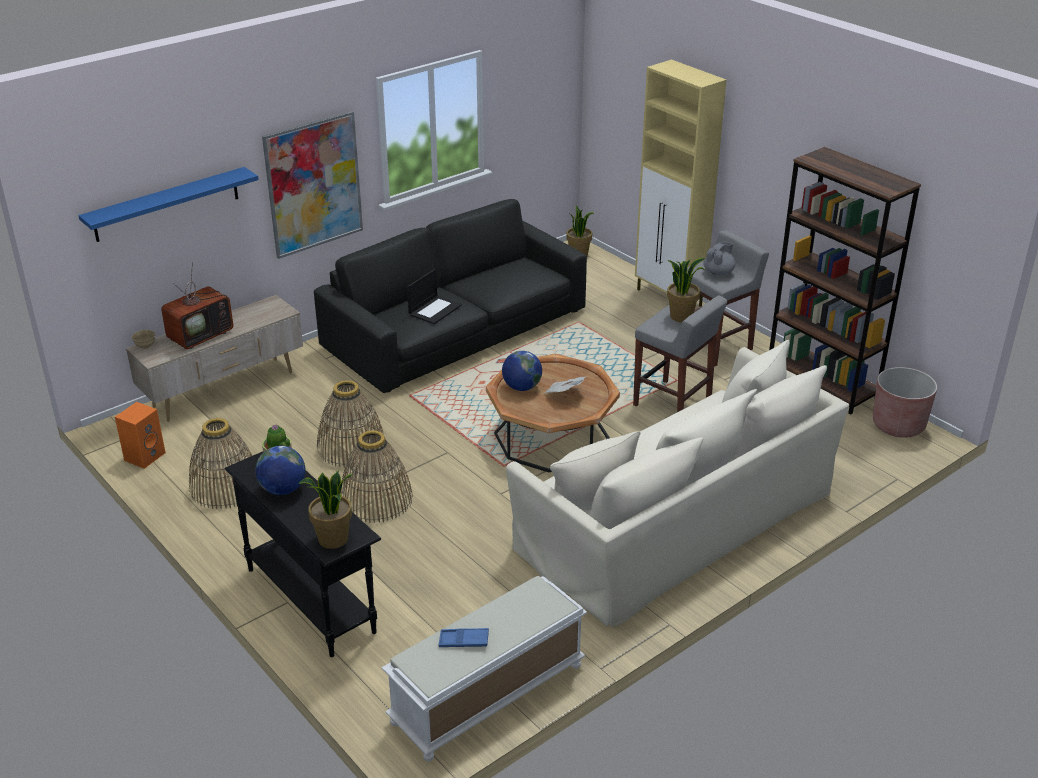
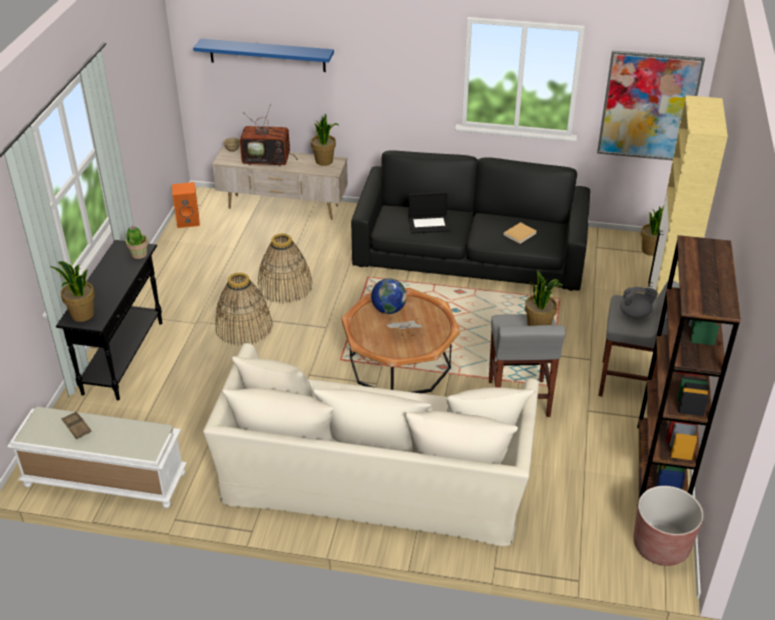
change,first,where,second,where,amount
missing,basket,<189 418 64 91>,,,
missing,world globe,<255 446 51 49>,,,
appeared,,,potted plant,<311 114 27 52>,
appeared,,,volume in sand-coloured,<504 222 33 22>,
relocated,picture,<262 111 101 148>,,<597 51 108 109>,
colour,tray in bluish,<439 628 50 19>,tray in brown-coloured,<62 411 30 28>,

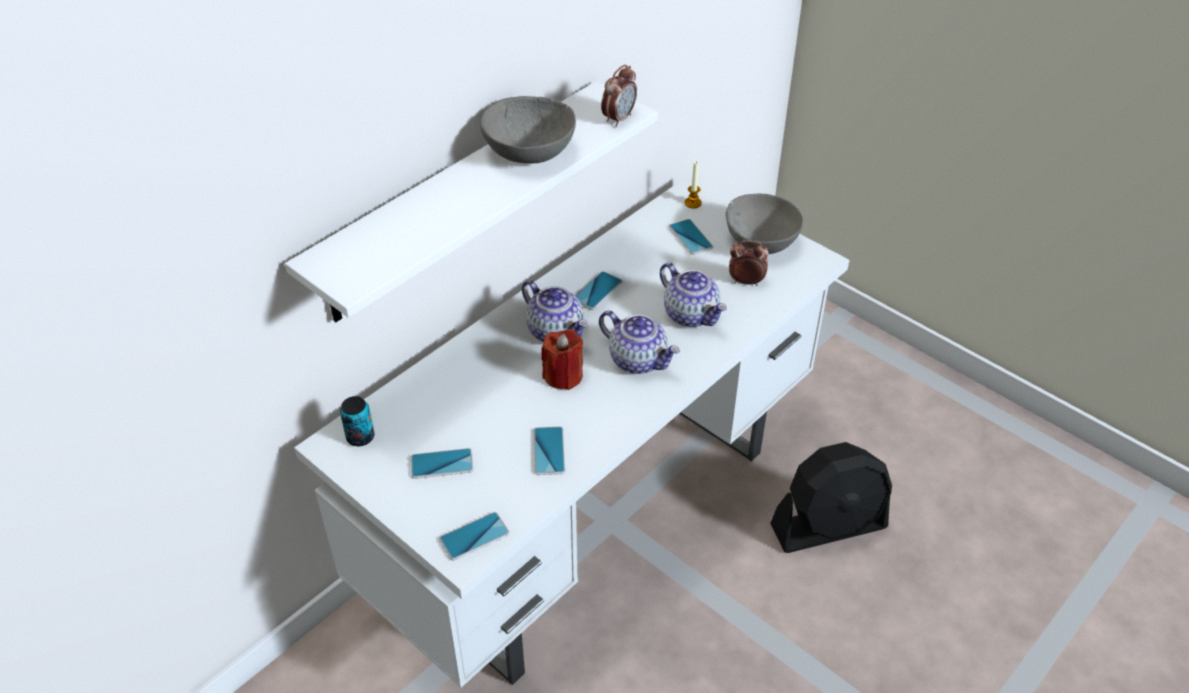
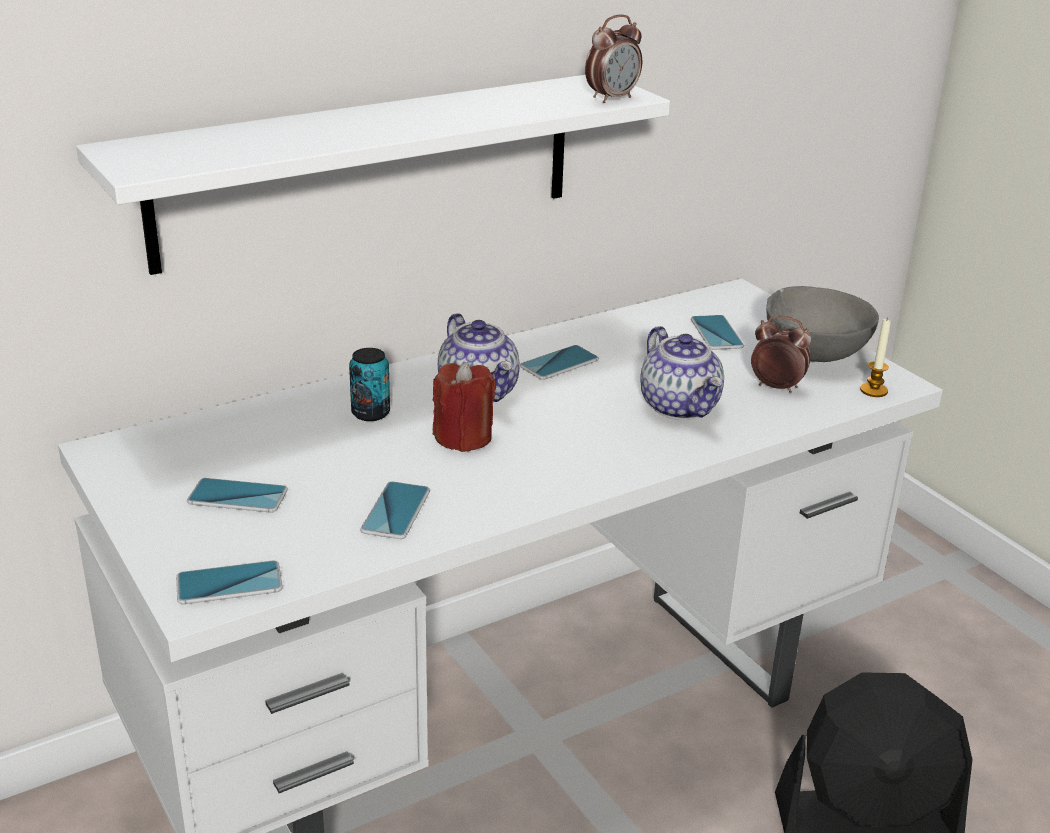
change,first,where,second,where,amount
missing,serving bowl in gray,<480 96 96 68>,,,
missing,tea pot,<599 310 81 64>,,,
relocated,sealed can,<340 396 35 50>,,<349 348 41 73>,
relocated,candle,<685 162 17 46>,,<860 317 31 80>,

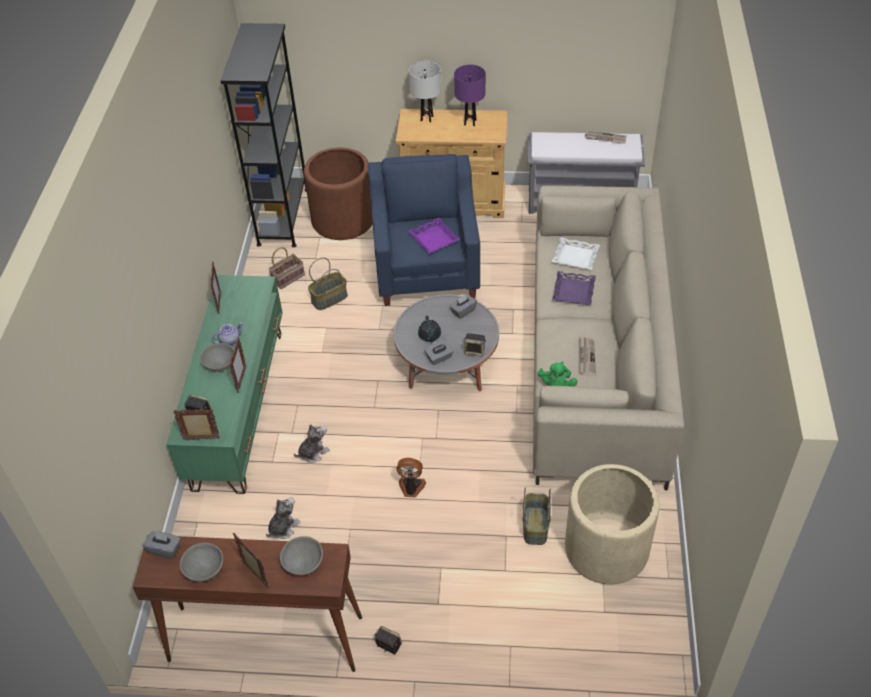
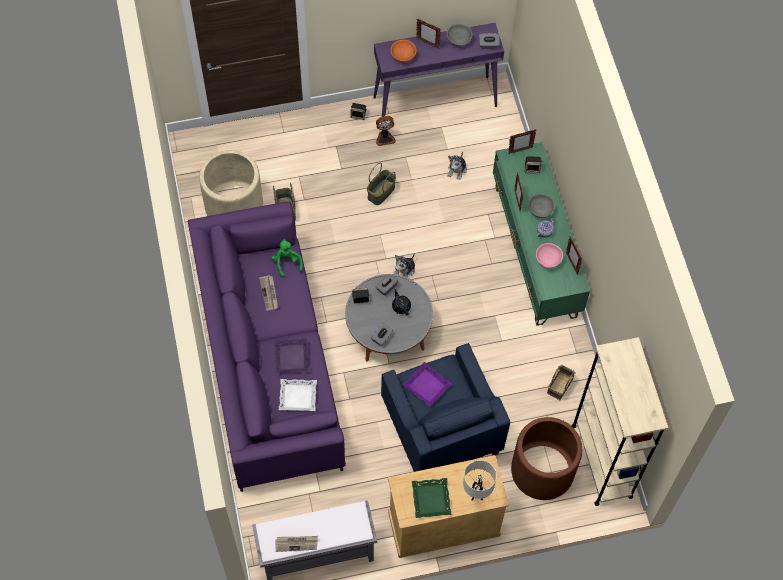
change,first,where,second,where,amount
appeared,,,serving bowl in pink-coloured,<536 243 27 25>,
relocated,soft toy,<294 424 36 39>,,<393 253 22 25>,
relocated,basket,<308 257 40 53>,,<367 163 29 42>,
relocated,electric fan,<397 458 29 39>,,<376 116 20 30>,
exchanged,tabletop lamp in purplish,<454 65 32 61>,tray in green-coloured,<412 478 39 40>,
colour,narrow table in brown-coloured,<132 535 230 137>,narrow table in purplish,<373 23 131 100>,
colour,bookcase in black,<220 23 87 224>,bookcase in sand-coloured,<571 337 98 169>,
colour,serving bowl in gray,<280 536 43 40>,serving bowl in orange,<391 40 26 22>,
colour,couch in sand-coloured,<533 186 151 304>,couch in purplish,<188 202 158 290>,

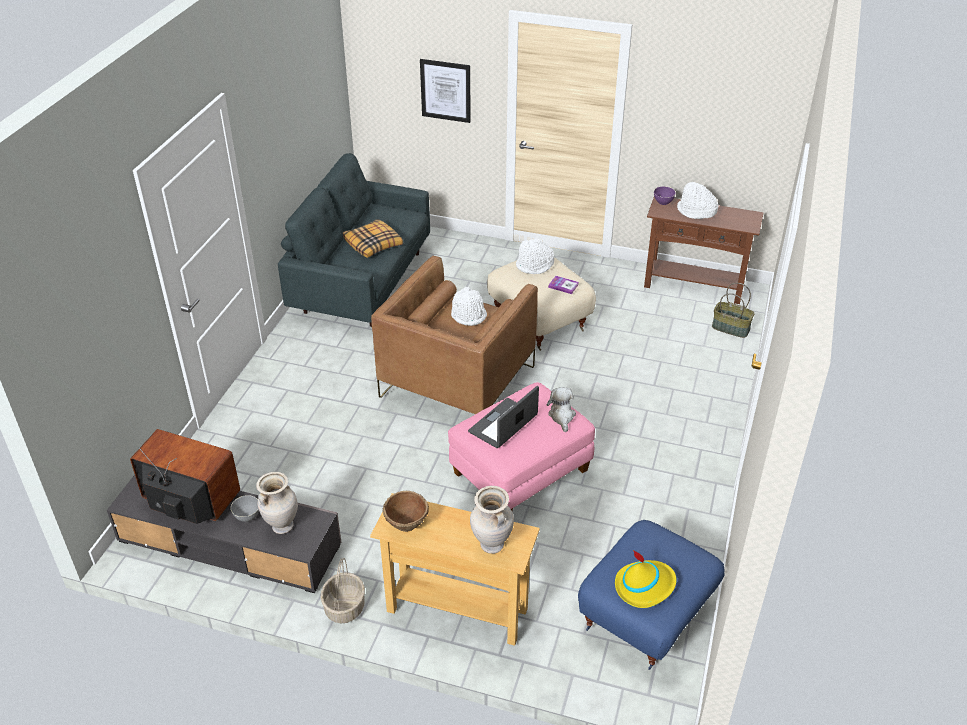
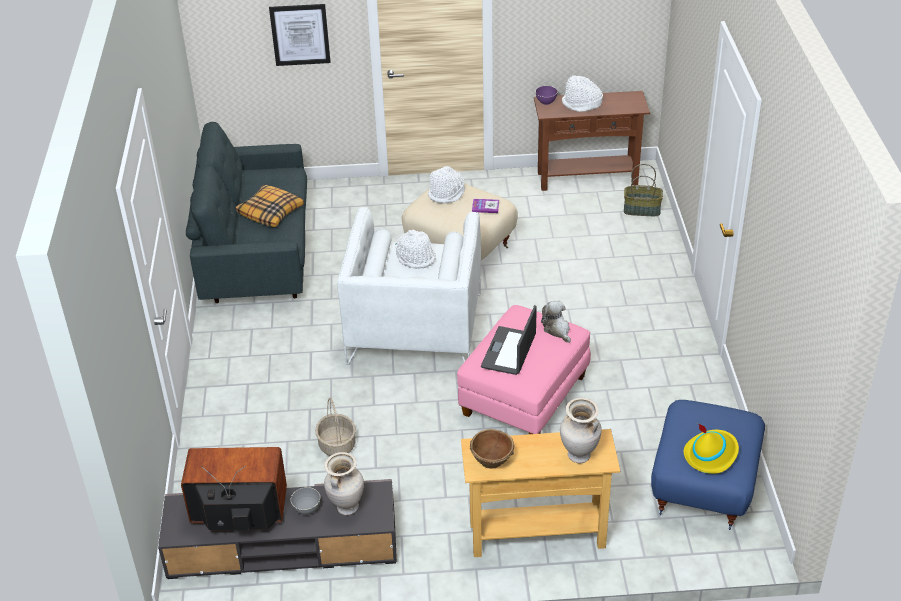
change,first,where,second,where,amount
relocated,basket,<321 558 44 65>,,<315 398 41 58>,
colour,easy chair in brown-coloured,<371 256 167 158>,easy chair in white,<337 207 144 158>,

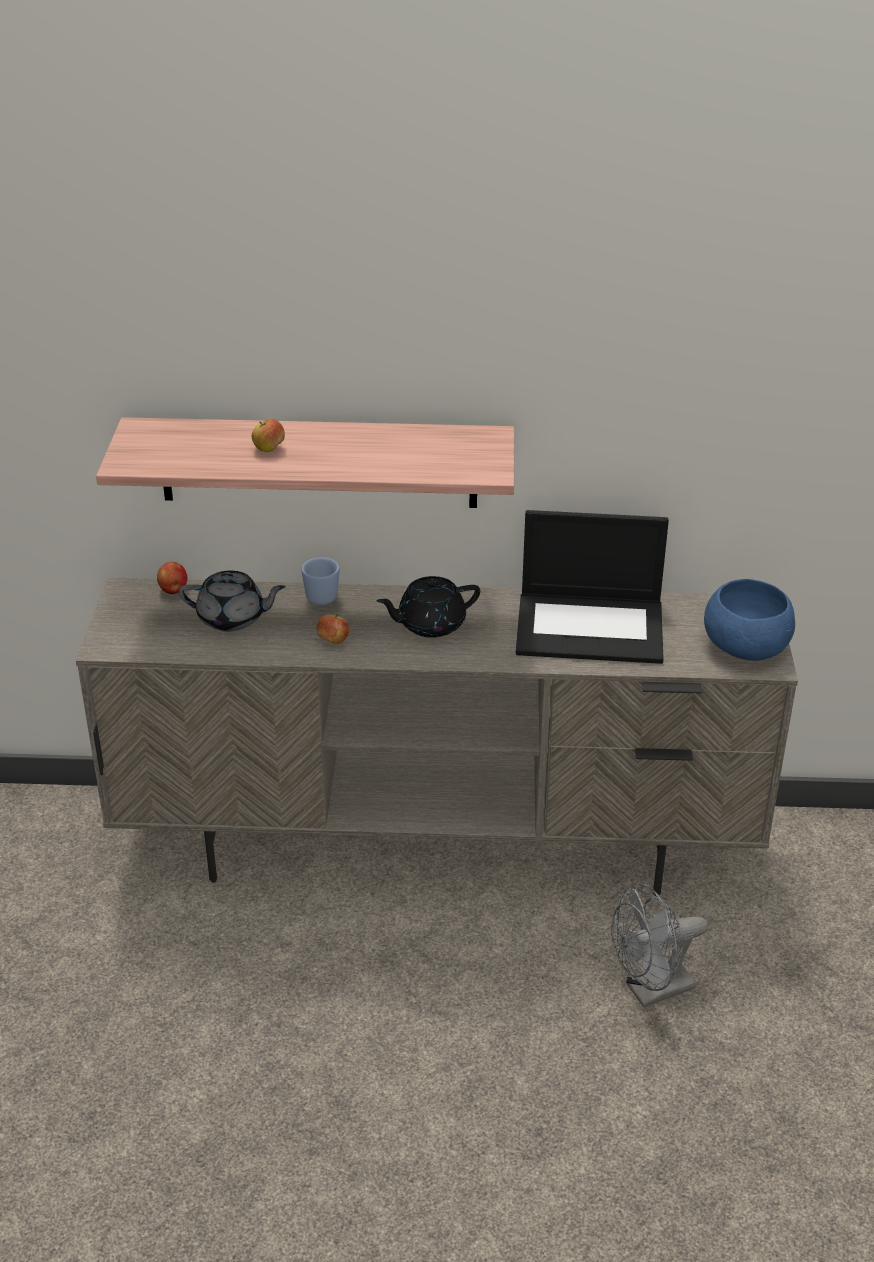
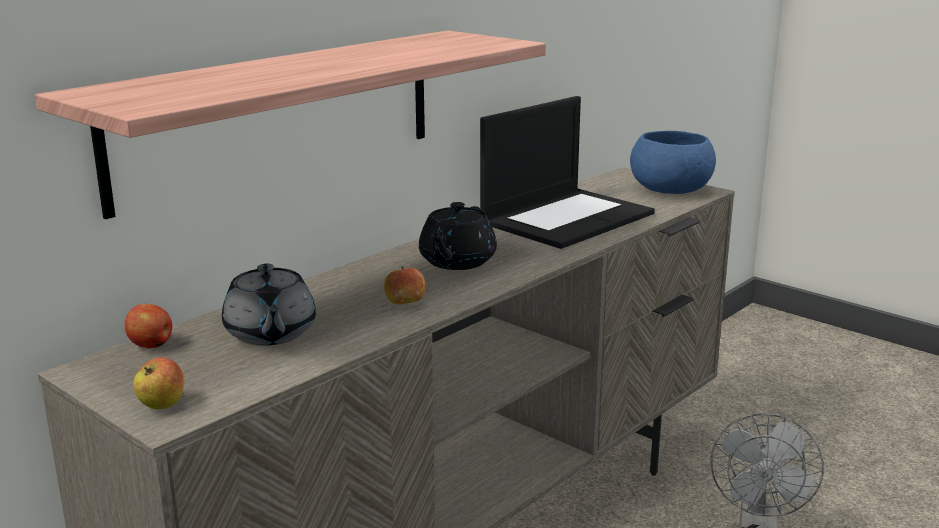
change,first,where,second,where,amount
missing,mug in bluish,<302 557 37 48>,,,
relocated,whole apple,<252 418 33 34>,,<133 357 52 52>,
spun,tea pot in gray,<179 571 107 61>,,<222 264 94 82>,120 degrees clockwise

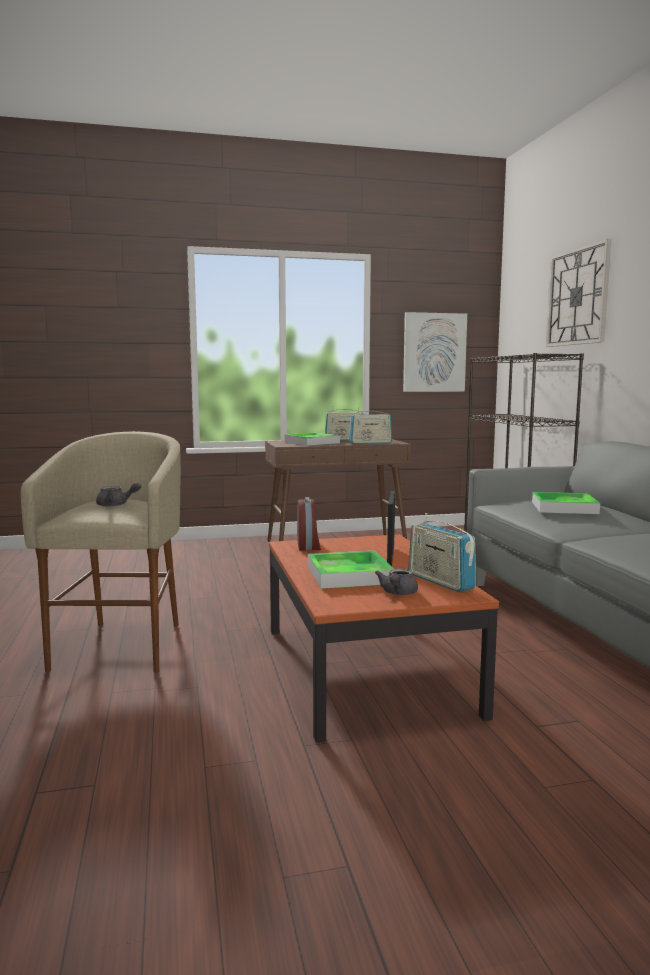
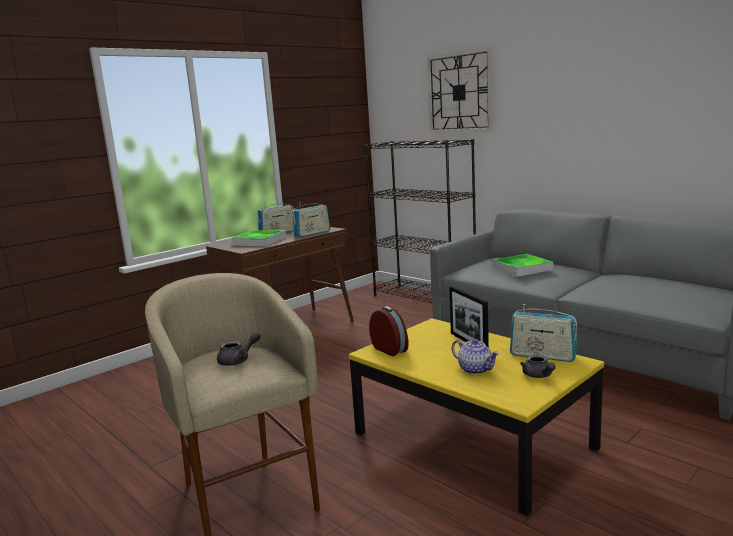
change,first,where,second,where,amount
missing,picture,<403 312 64 80>,,,
exchanged,tray,<308 551 86 38>,tea pot,<452 339 47 35>,
colour,low table in brown-coloured,<269 534 230 208>,low table in yellow-coloured,<349 318 255 198>,

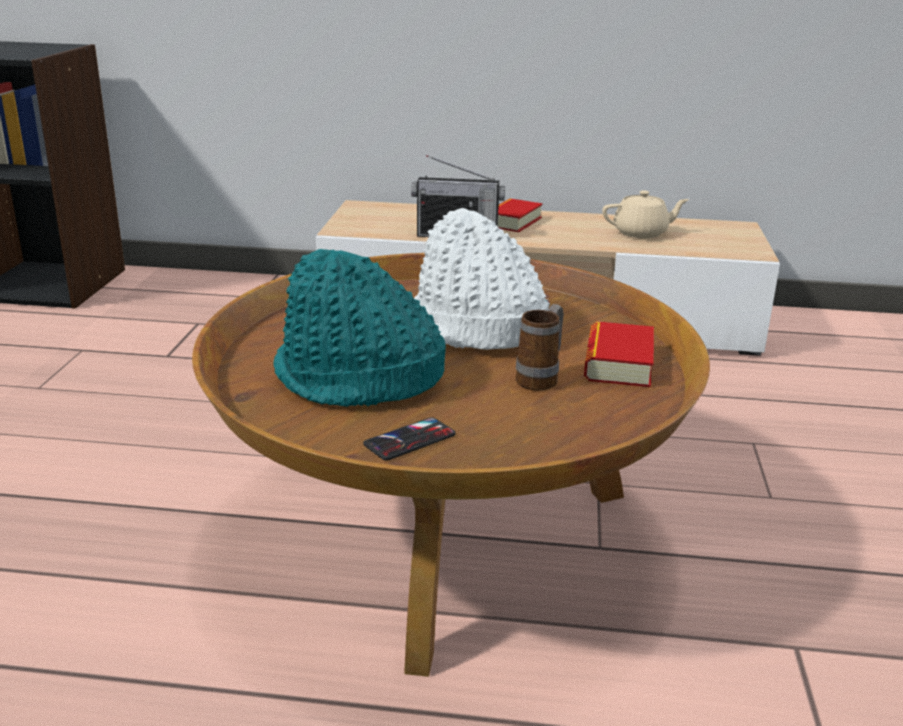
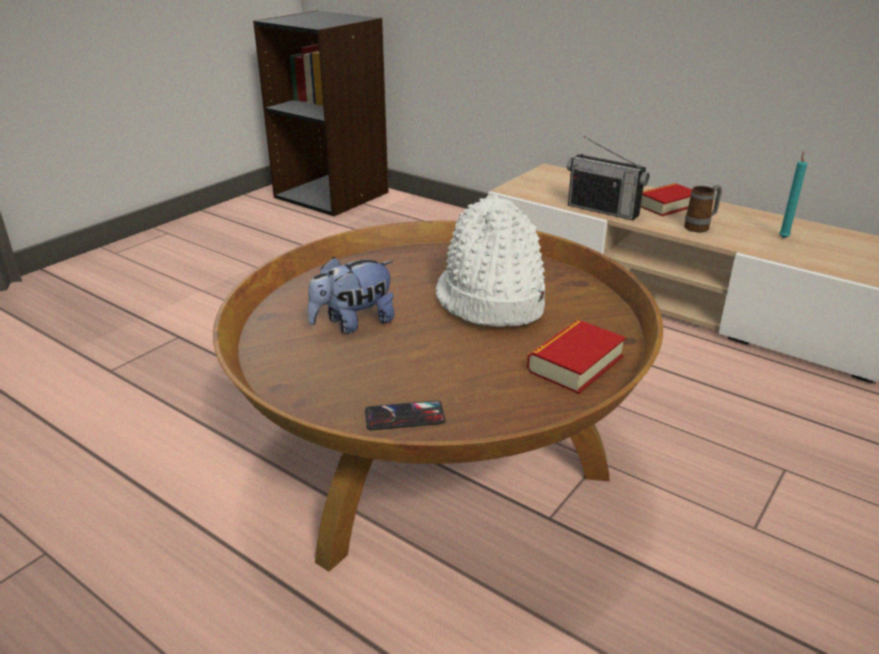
change,first,where,second,where,amount
relocated,phone,<363 417 92 43>,,<365 401 80 29>,
relocated,mug,<516 304 48 87>,,<684 185 38 47>,
exchanged,wearable hat in turquoise-coloured,<273 249 173 158>,soft toy,<307 257 88 77>,
exchanged,tea pot in sand-coloured,<602 190 87 48>,candle in turquoise-coloured,<779 151 28 87>,

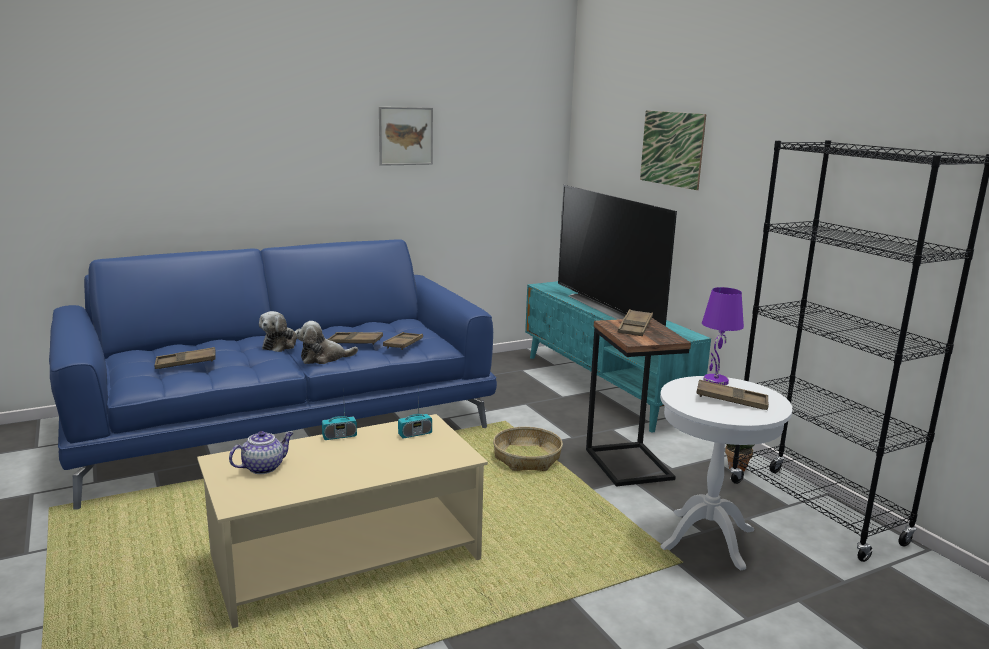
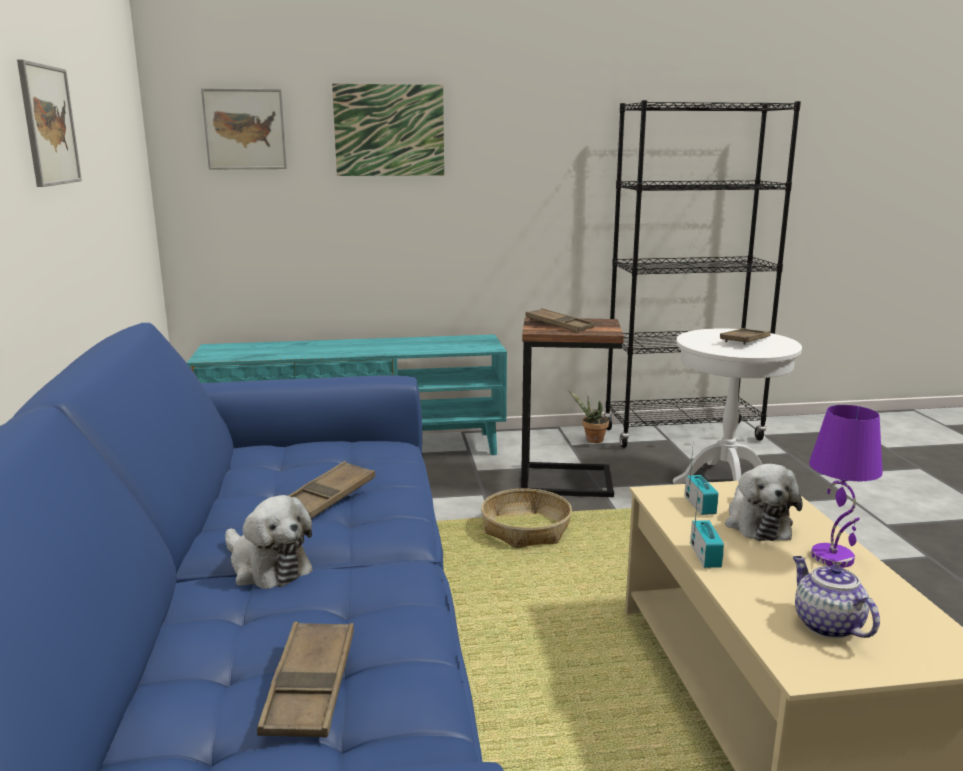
change,first,where,second,where,amount
missing,tray in brown-coloured,<383 332 40 18>,,,
missing,TV,<558 185 119 141>,,,
appeared,,,picture,<201 88 86 81>,
relocated,soft toy,<296 321 62 43>,,<725 464 78 77>,
relocated,tabletop lamp in purplish,<702 287 42 98>,,<809 405 74 163>,

